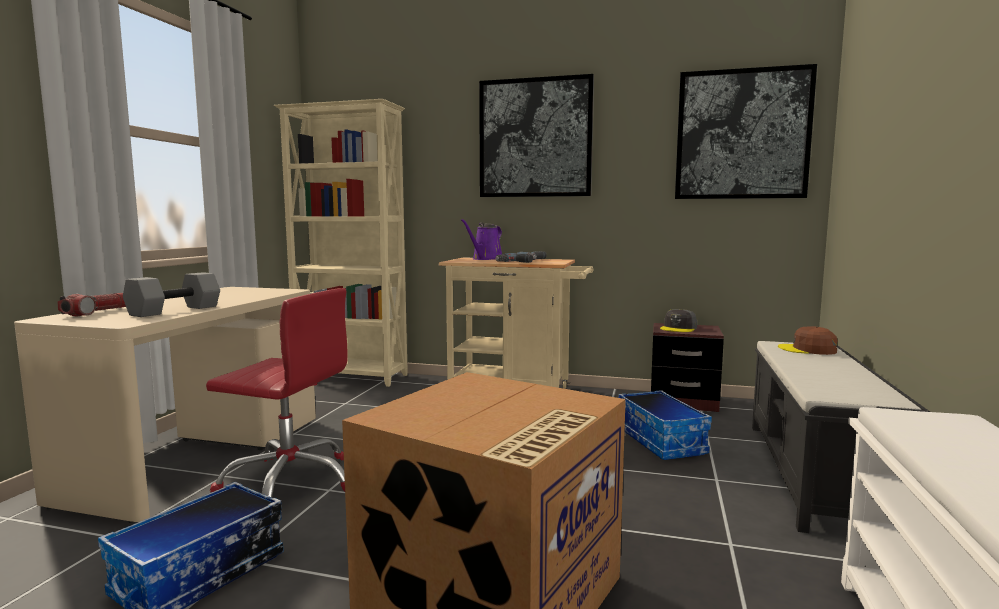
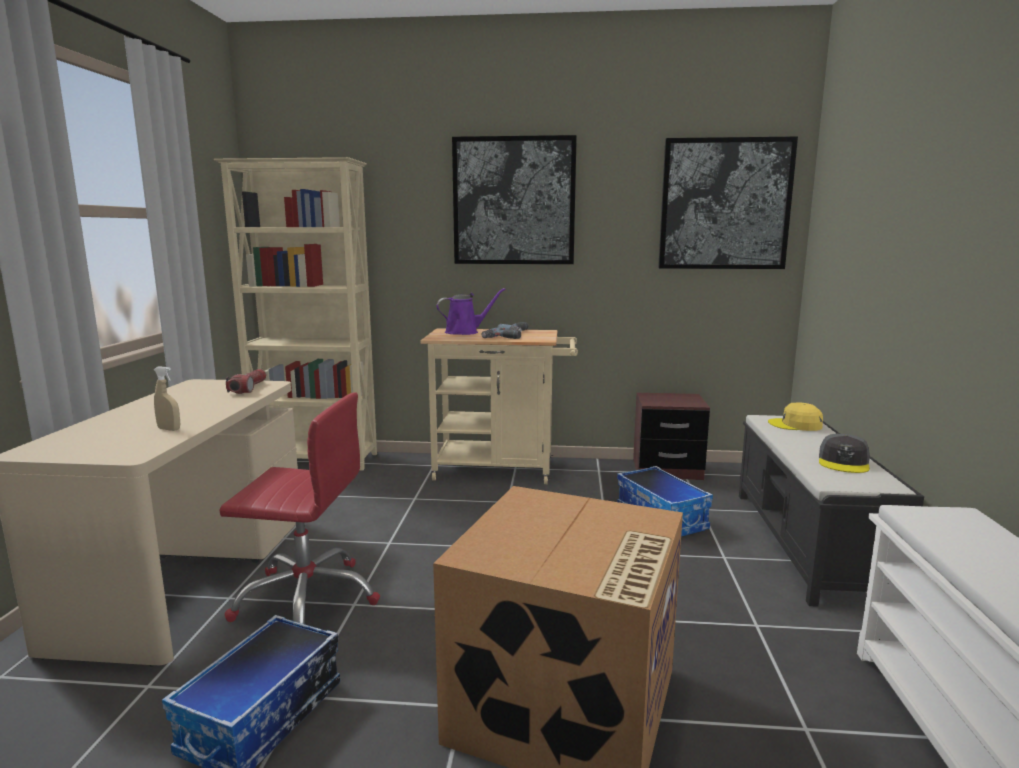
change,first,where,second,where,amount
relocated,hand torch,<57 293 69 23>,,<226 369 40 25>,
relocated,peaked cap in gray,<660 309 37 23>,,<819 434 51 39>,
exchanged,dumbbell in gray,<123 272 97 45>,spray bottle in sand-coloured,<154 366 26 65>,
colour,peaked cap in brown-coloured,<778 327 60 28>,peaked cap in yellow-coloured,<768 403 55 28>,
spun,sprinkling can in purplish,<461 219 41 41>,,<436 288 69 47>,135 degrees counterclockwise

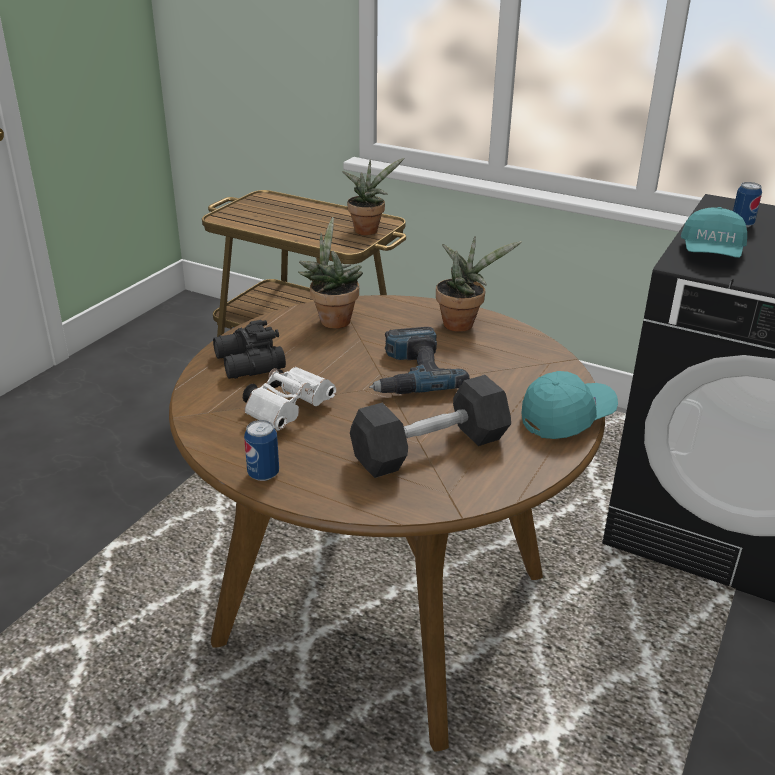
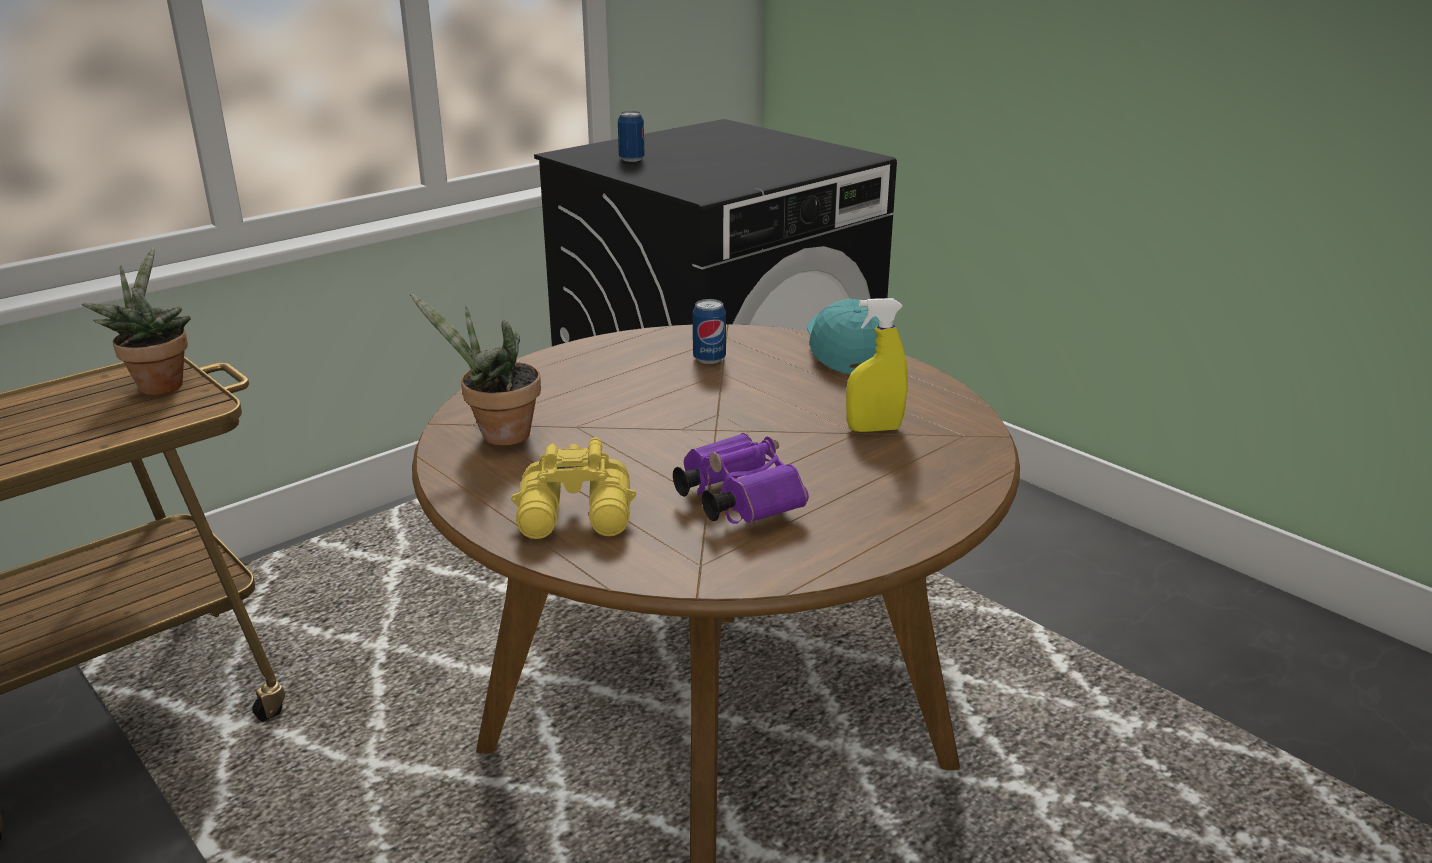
change,first,where,second,where,amount
missing,power drill,<369 327 101 67>,,,
missing,potted plant,<436 236 86 96>,,,
missing,peaked cap in turquoise-coloured,<681 207 66 51>,,,
relocated,sealed can,<244 420 35 61>,,<693 299 33 65>,
exchanged,dumbbell in gray,<350 375 161 103>,spray bottle in yellow-coloured,<846 298 62 134>,
colour,field glasses in black,<213 320 73 59>,field glasses in yellow-coloured,<511 437 125 102>,
colour,field glasses in white,<243 367 93 64>,field glasses in purplish,<673 433 136 91>,

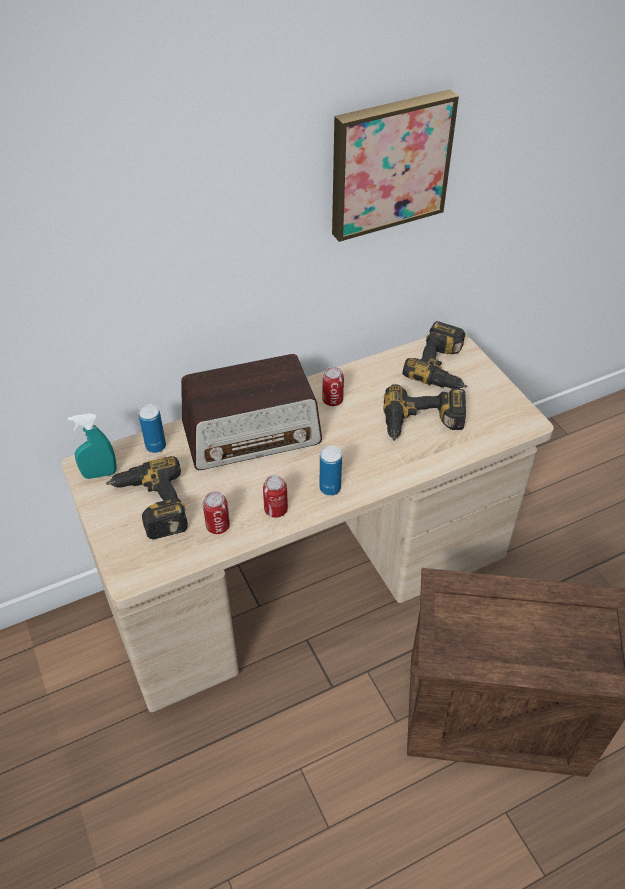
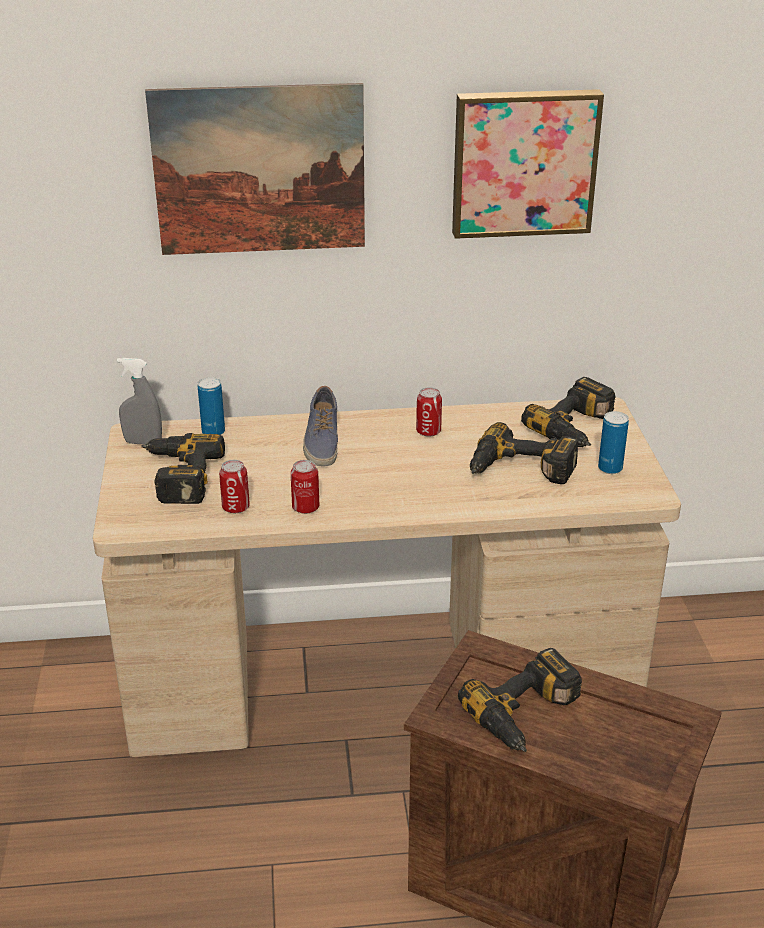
change,first,where,second,where,amount
appeared,,,picture,<145 83 220 172>,
appeared,,,power drill,<458 648 124 104>,
relocated,sealed can,<320 446 22 50>,,<598 411 31 63>,
exchanged,radio,<181 354 141 116>,item of footwear,<303 386 35 80>,
colour,spray bottle in turquoise-coloured,<68 413 49 66>,spray bottle in gray,<117 358 45 86>,

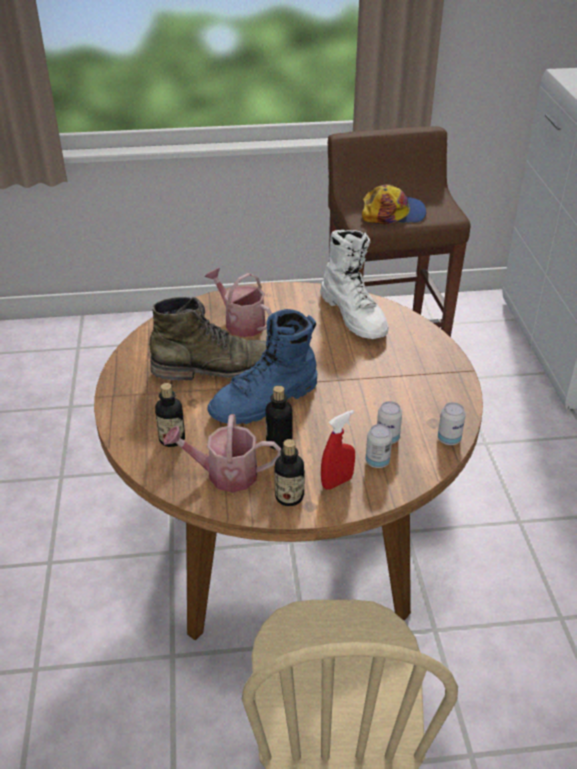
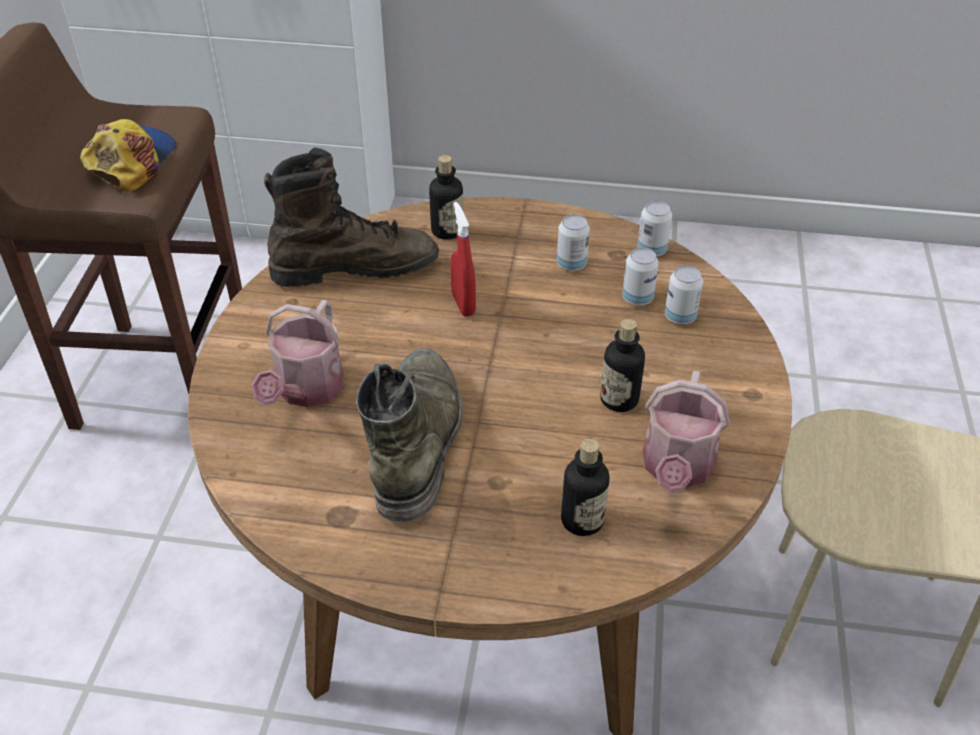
change,first,where,second,where,amount
missing,high-top boot in bluish,<207 309 110 115>,,,
appeared,,,sealed can,<557 214 33 57>,
relocated,bottle,<274 439 31 67>,,<429 155 34 85>,
relocated,spray bottle in red-coloured,<321 410 34 80>,,<450 202 26 115>,
colour,high-top boot in white,<320 230 68 109>,high-top boot in brown-coloured,<264 147 175 140>,
spun,sprinkling can,<205 268 67 69>,,<252 300 92 107>,45 degrees counterclockwise

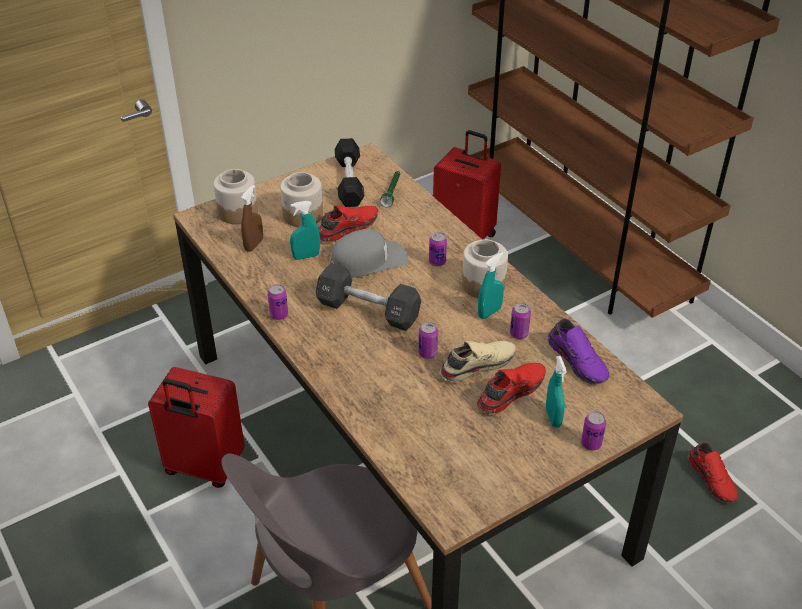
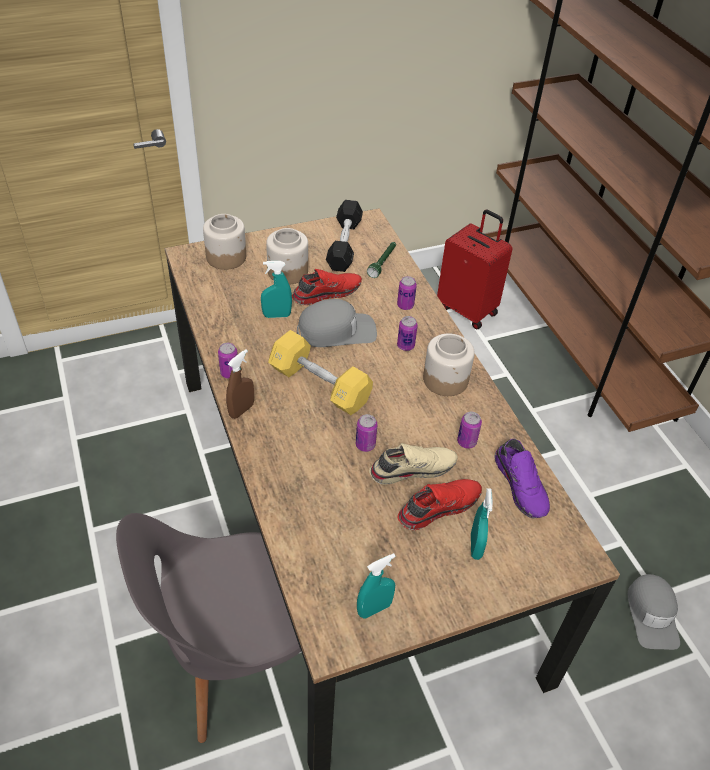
change,first,where,second,where,amount
missing,suitcase in red-coloured,<148 367 97 121>,,,
relocated,spray bottle in brown-coloured,<241 185 22 67>,,<226 349 28 70>,
relocated,spray bottle in turquoise-coloured,<478 252 26 67>,,<357 553 39 66>,
relocated,sealed can,<581 411 25 39>,,<397 276 20 34>,
exchanged,item of footwear in red-coloured,<688 442 50 61>,peaked cap in gray,<628 574 52 76>,
colour,dumbbell in black,<316 263 105 68>,dumbbell in yellow-coloured,<268 330 105 85>,

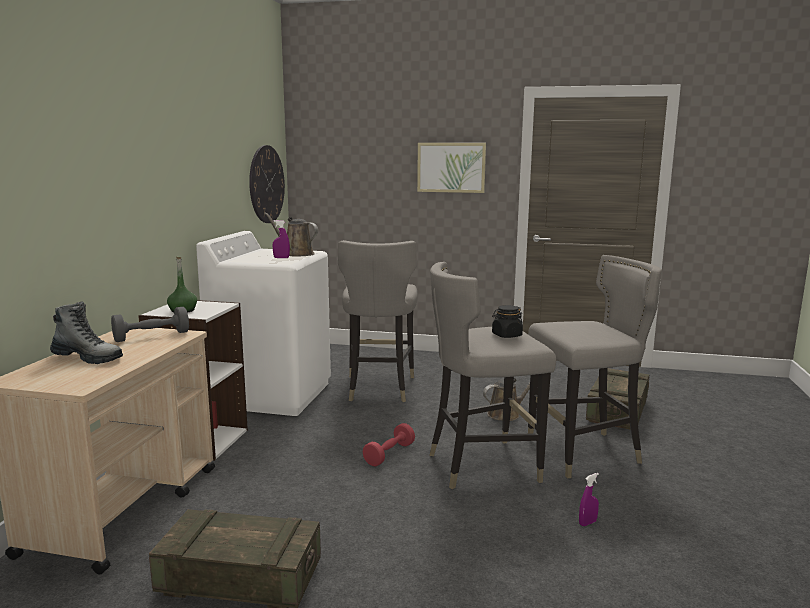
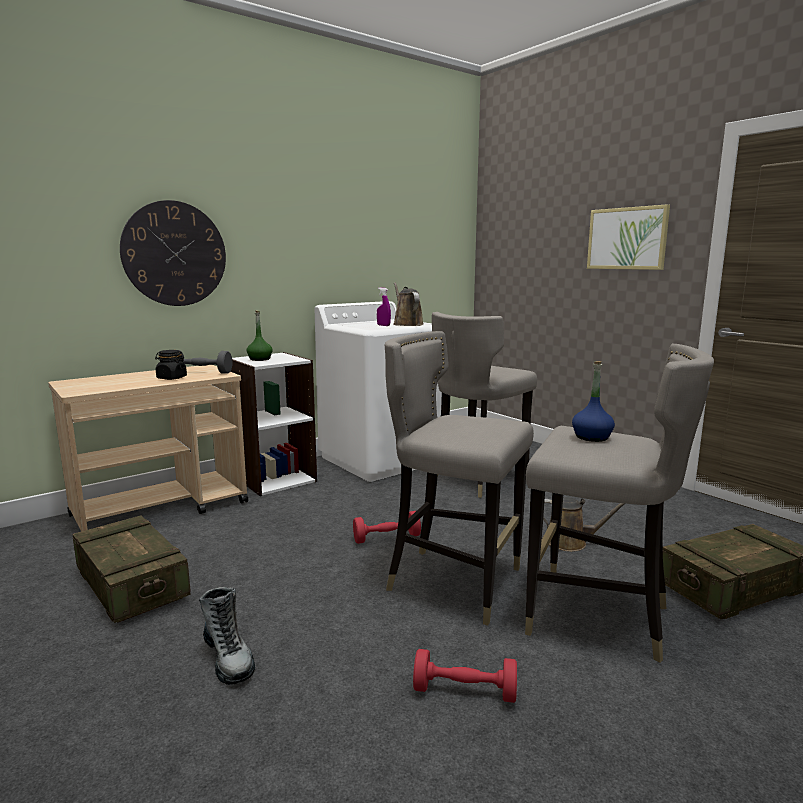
change,first,where,second,where,amount
appeared,,,bottle in bluish,<572 361 43 81>,
relocated,high-top boot,<50 301 73 63>,,<199 587 56 98>,
relocated,clock on the wall,<249 145 36 78>,,<120 200 106 106>,
relocated,jar in black,<492 305 31 33>,,<155 350 32 30>,
exchanged,spray bottle in purplish,<579 473 20 53>,dumbbell in red-coloured,<413 649 104 54>,

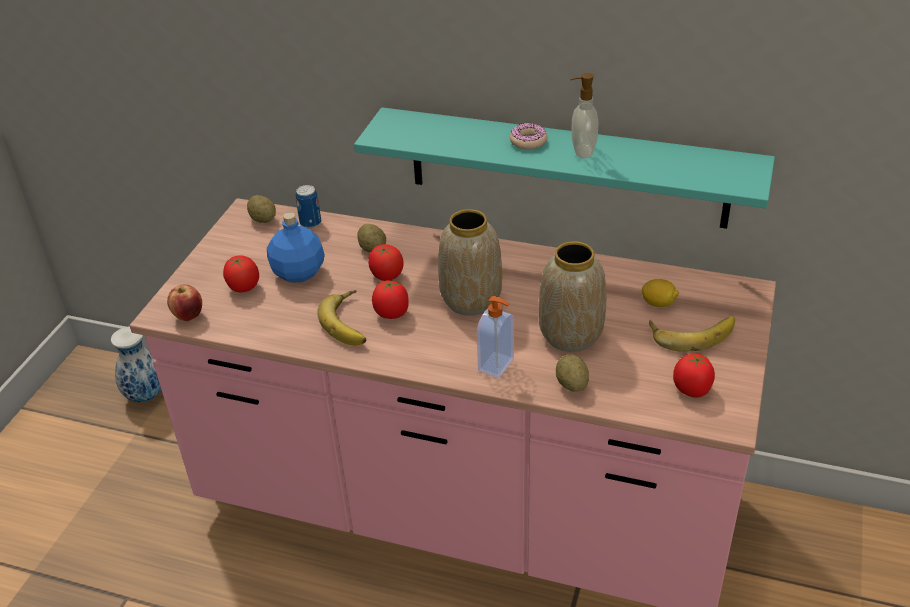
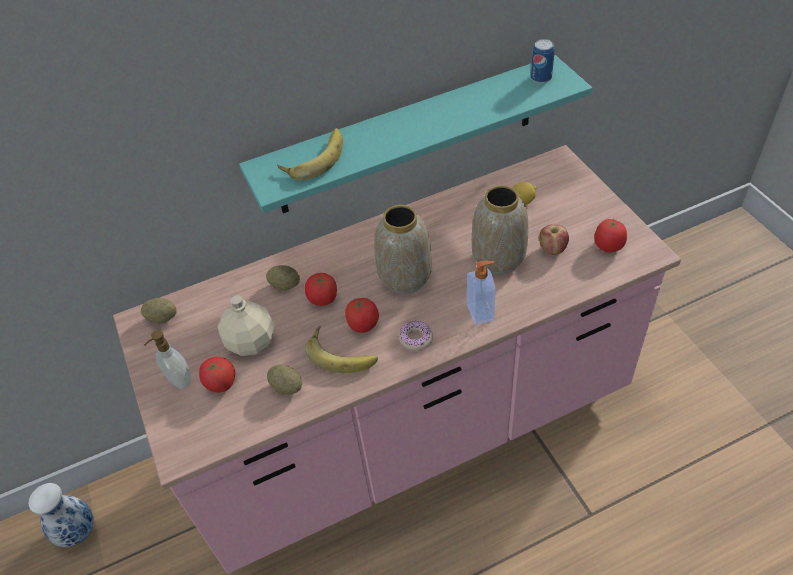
change,first,where,second,where,amount
relocated,whole apple,<167 284 35 37>,,<539 224 30 31>,
relocated,sealed can,<295 185 26 43>,,<531 39 24 44>,
relocated,donut,<510 123 38 27>,,<399 321 34 30>,
relocated,whole potato,<556 354 33 38>,,<267 365 35 30>,
relocated,soap bottle,<570 73 28 85>,,<144 330 47 59>,
relocated,whole banana,<649 316 86 36>,,<277 128 66 52>,
colour,bottle in bluish,<267 212 58 71>,bottle in sand-coloured,<218 295 57 61>,

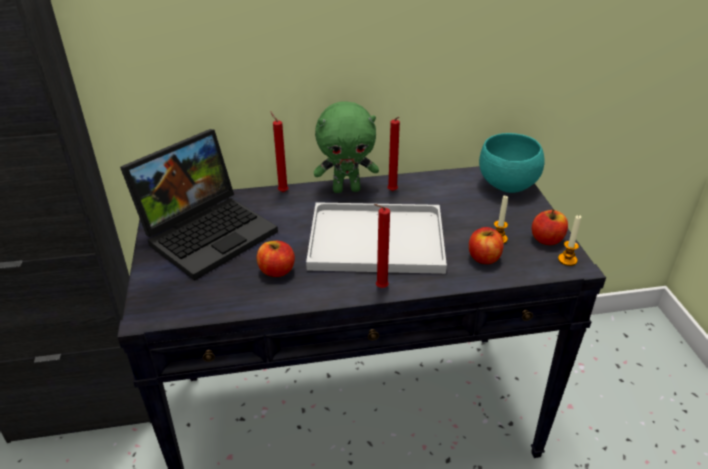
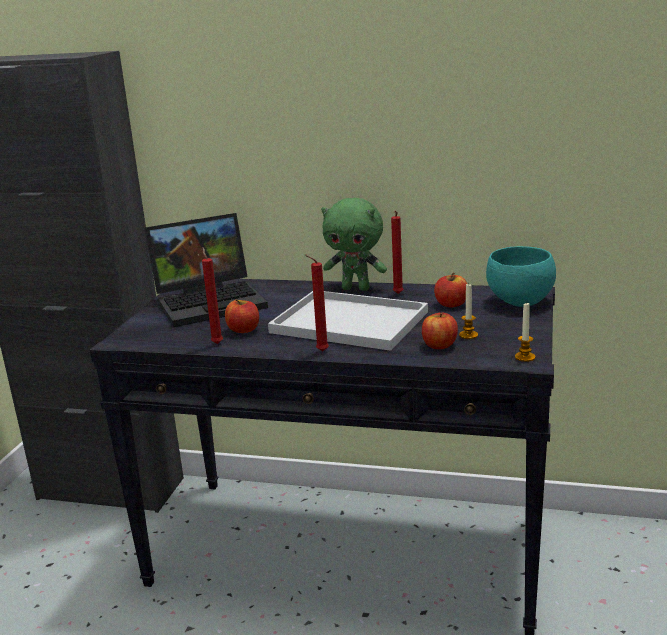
change,first,where,second,where,amount
relocated,candle in red-coloured,<270 111 18 81>,,<202 248 21 96>,
relocated,whole apple,<532 209 36 36>,,<434 273 33 34>,

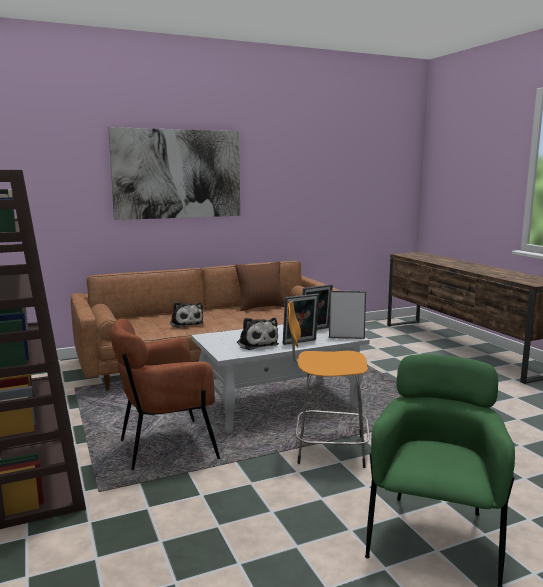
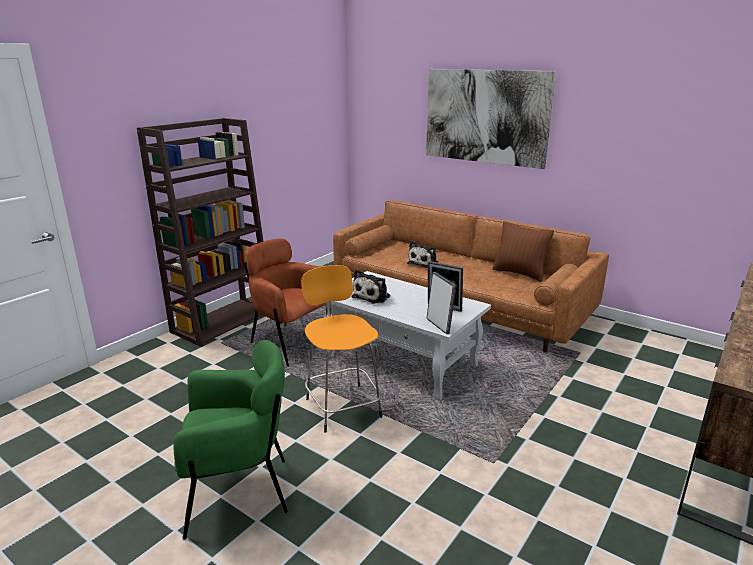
change,first,where,second,where,amount
missing,standing frame,<283 294 36 51>,,,

